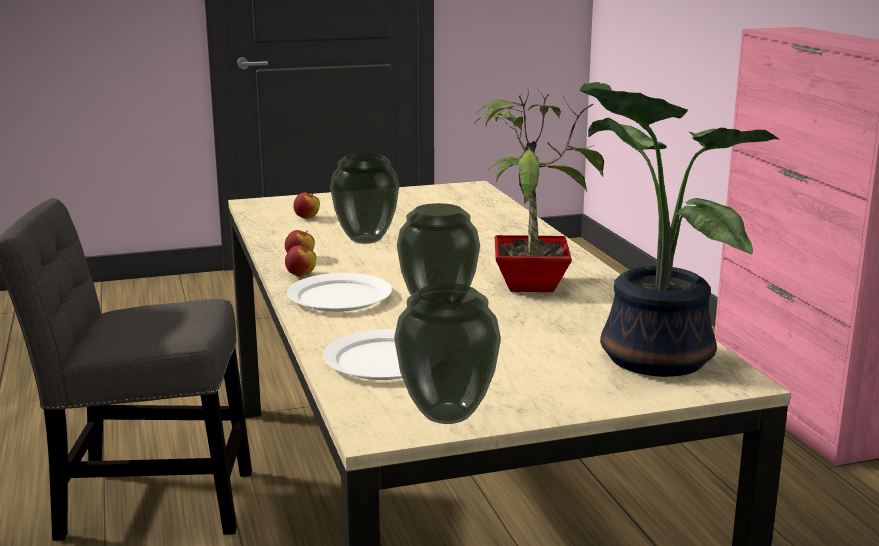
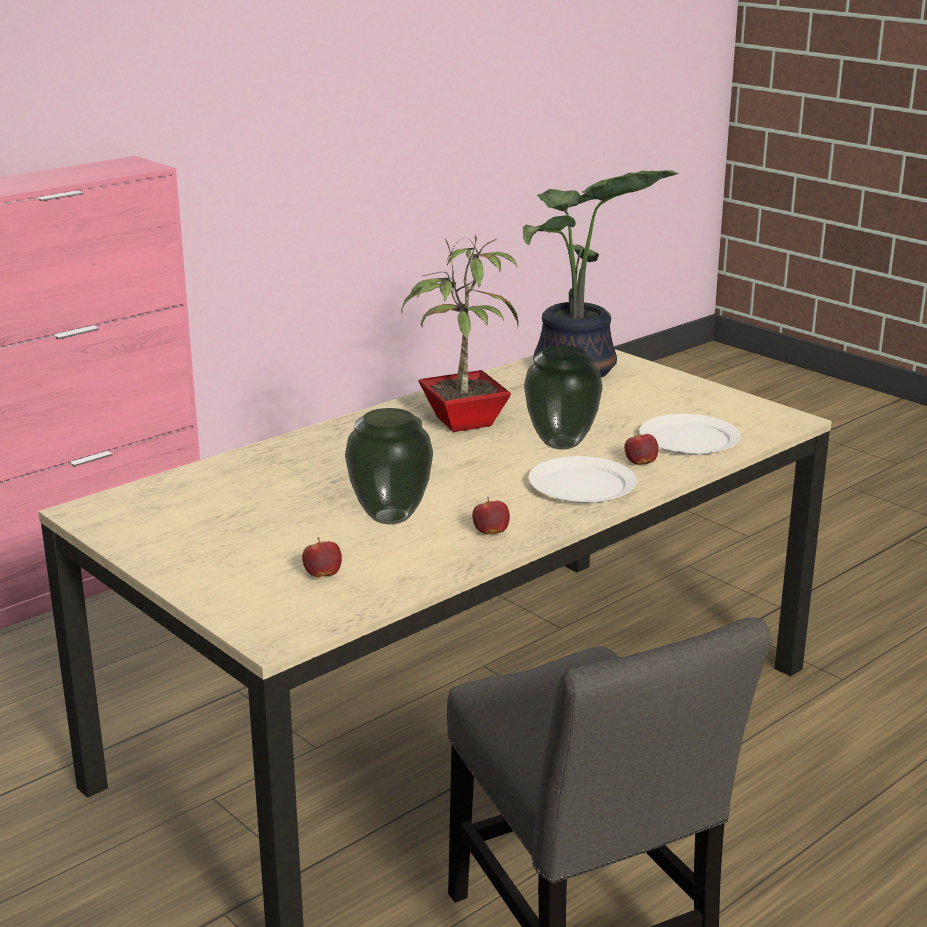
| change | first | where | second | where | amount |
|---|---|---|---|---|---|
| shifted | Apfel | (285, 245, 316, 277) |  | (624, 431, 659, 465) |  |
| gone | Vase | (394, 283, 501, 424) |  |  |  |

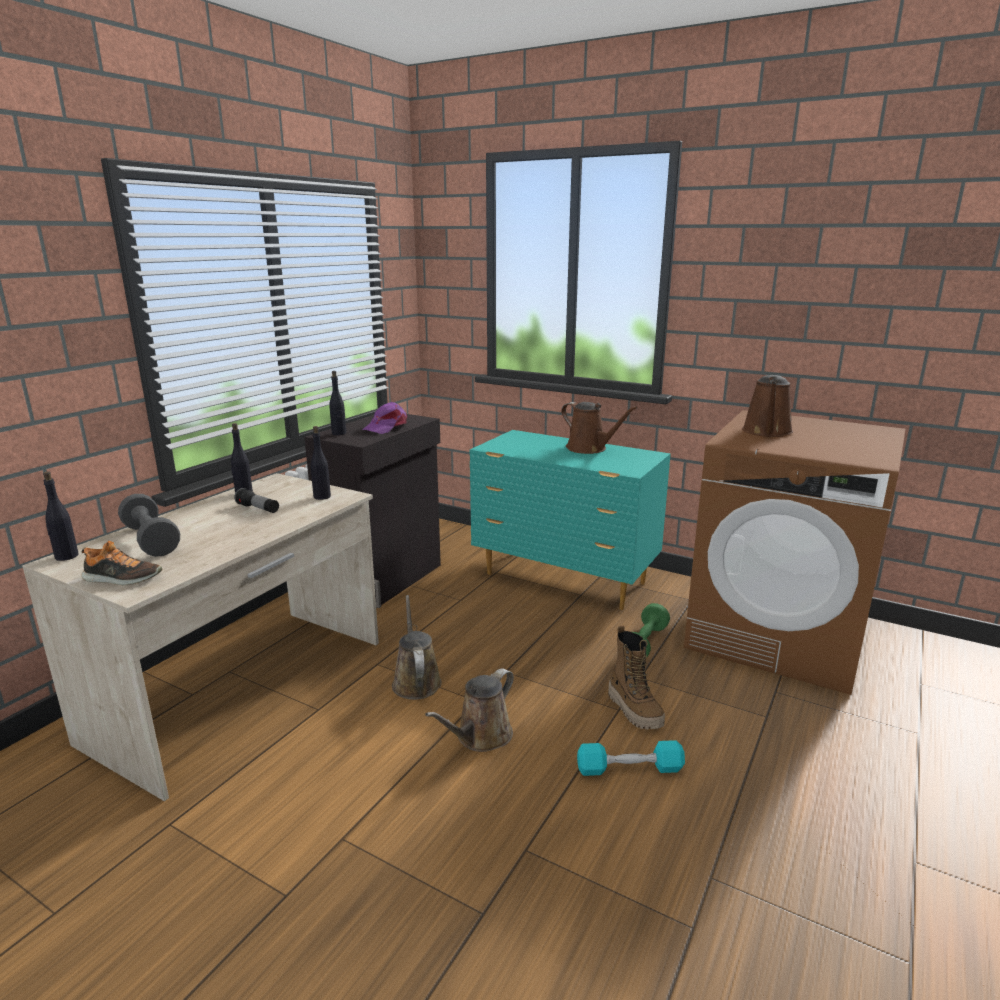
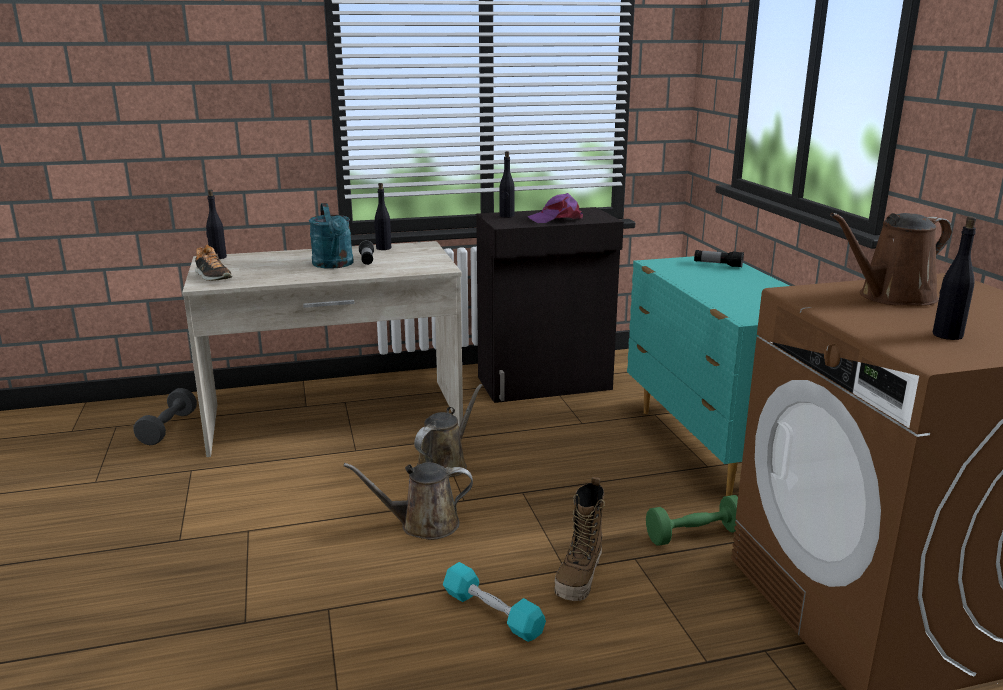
| change | first | where | second | where | amount |
|---|---|---|---|---|---|
| shifted | Hantel/grau | (118, 494, 180, 557) |  | (133, 388, 197, 445) |  |
| shifted | Flasche/schwarz | (310, 426, 331, 500) |  | (933, 217, 976, 340) |  |
| gone | Gießkanne/braun | (561, 402, 638, 454) |  |  |  |
| new |  |  | Gießkanne/türkis | (309, 203, 354, 269) |  |
| new |  |  | Taschenlampe | (694, 250, 744, 268) |  |

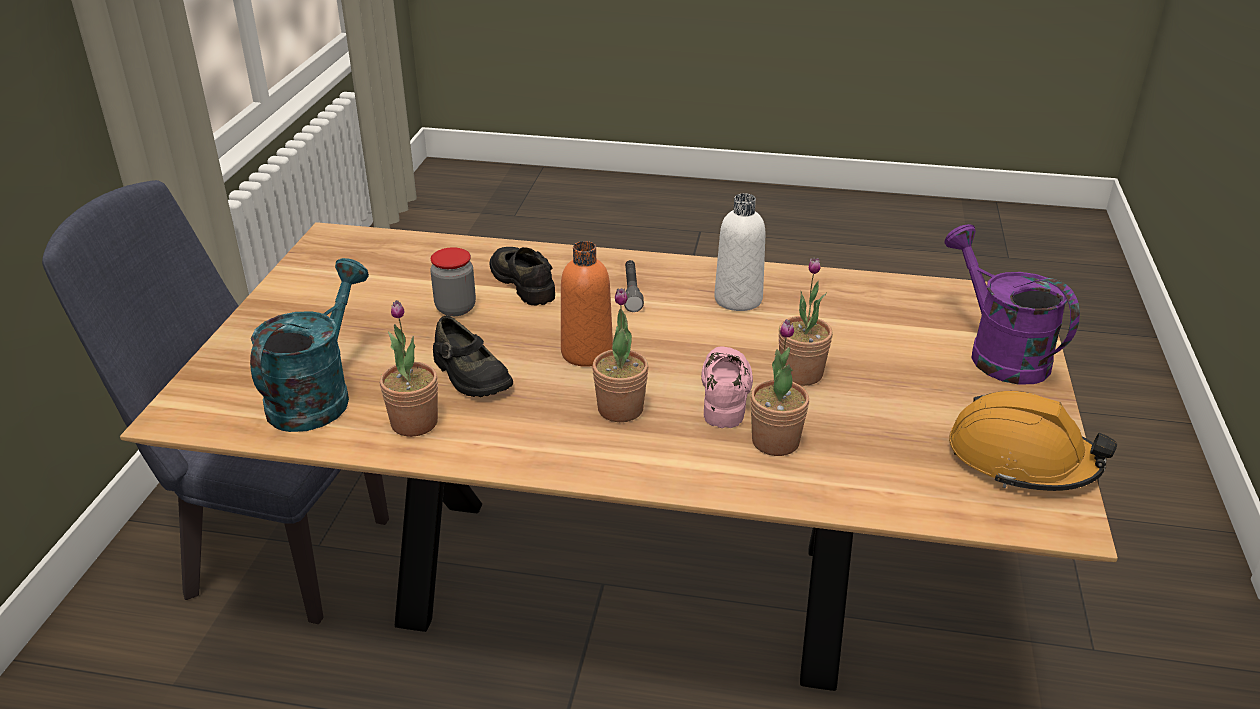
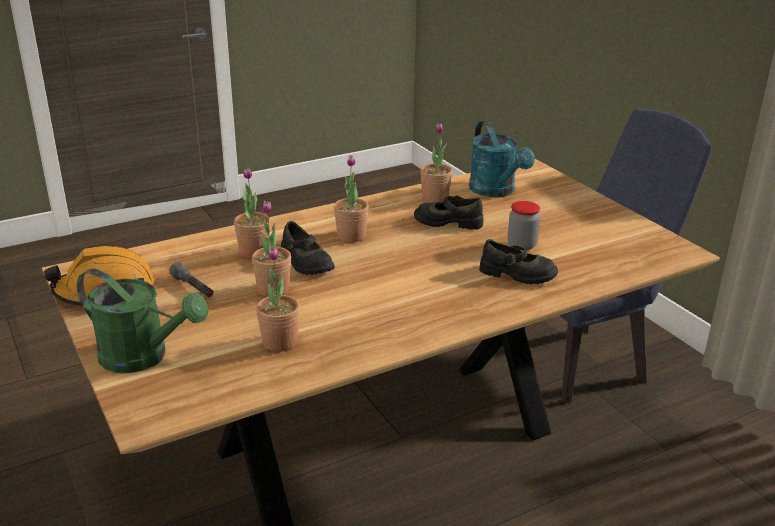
| change | first | where | second | where | amount |
|---|---|---|---|---|---|
| gone | Flasche/orange | (561, 241, 613, 367) |  |  |  |
| shifted | Taschenlampe/grau | (624, 260, 644, 312) |  | (169, 262, 214, 297) |  |
| repainted | Schuh/rosa | (701, 347, 753, 428) | Schuh/schwarz | (281, 221, 335, 275) |  |
| gone | Flasche/weiß | (714, 193, 766, 311) |  |  |  |
| repainted | Gießkanne/lila | (945, 224, 1080, 385) | Gießkanne/grün | (77, 269, 209, 373) |  |
| new |  |  | Topfpflanze | (256, 247, 300, 351) |  |

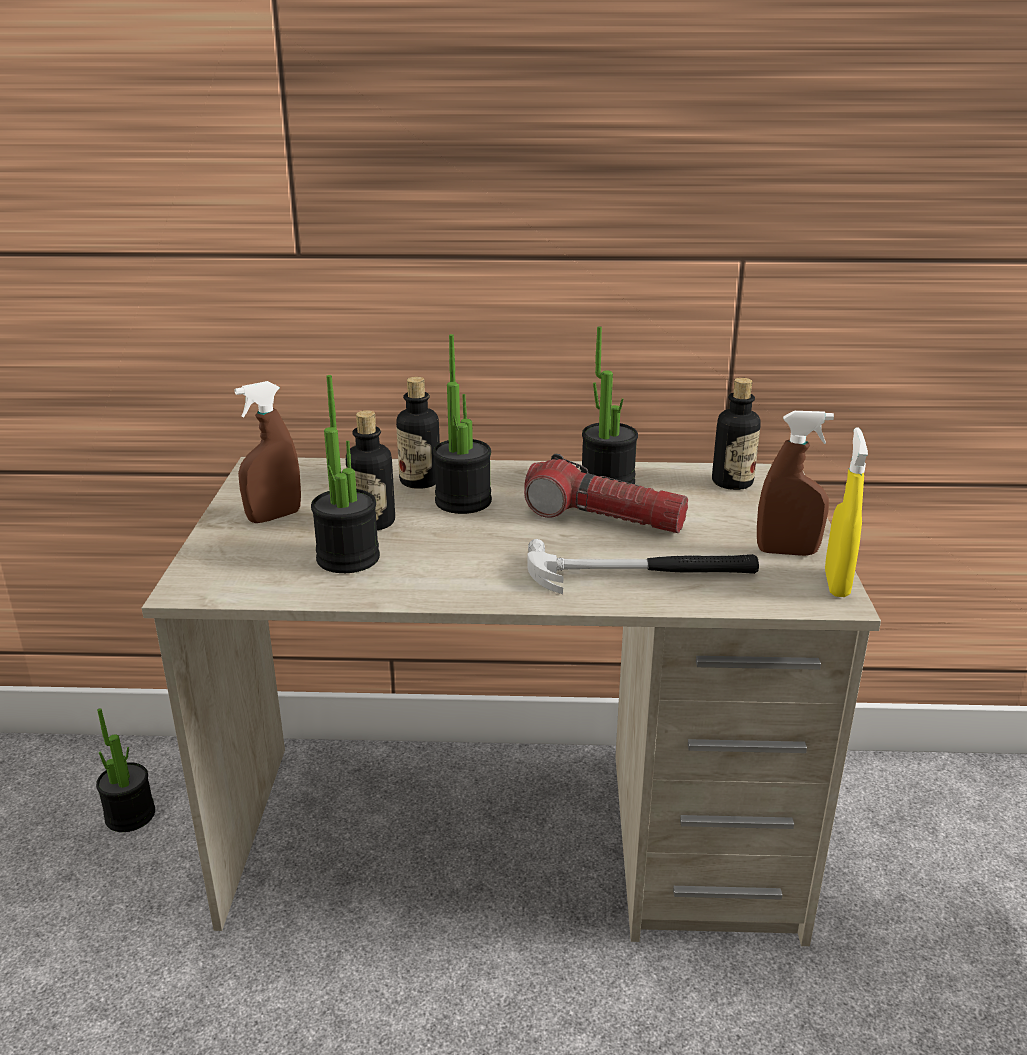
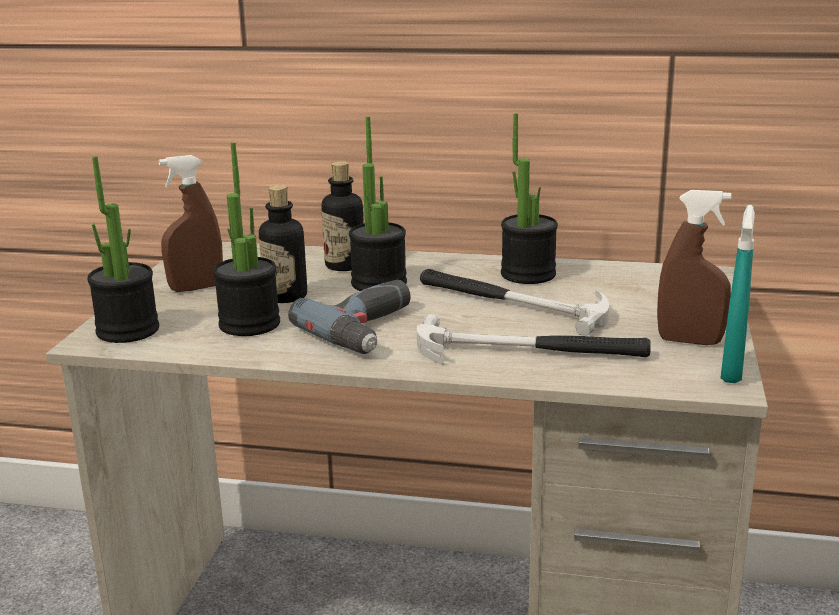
| change | first | where | second | where | amount |
|---|---|---|---|---|---|
| shifted | Topfpflanze | (96, 708, 155, 832) |  | (87, 156, 159, 343) |  |
| swapped | Taschenlampe | (524, 454, 688, 533) | Hammer | (420, 269, 609, 336) |  |
| gone | Flasche | (712, 378, 761, 490) |  |  |  |
| repainted | Sprühflasche/gelb | (825, 427, 868, 597) | Sprühflasche/türkis | (720, 205, 755, 383) |  |
| new |  |  | Bohrmaschine | (288, 280, 411, 354) |  |

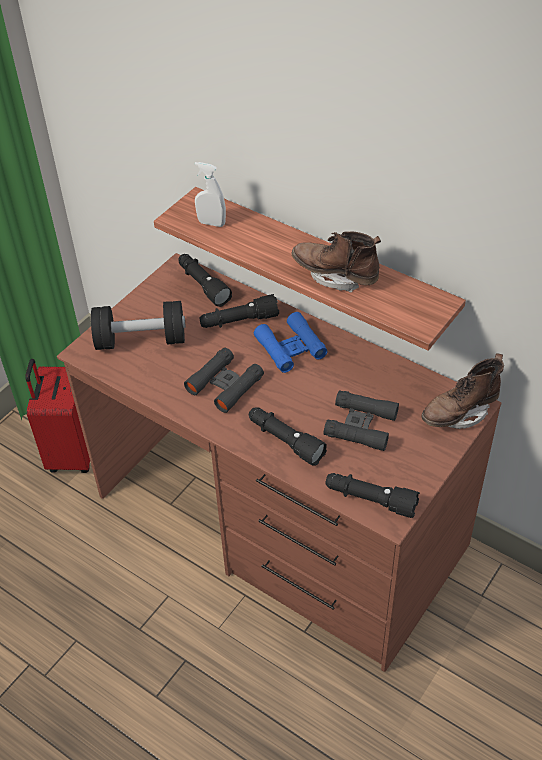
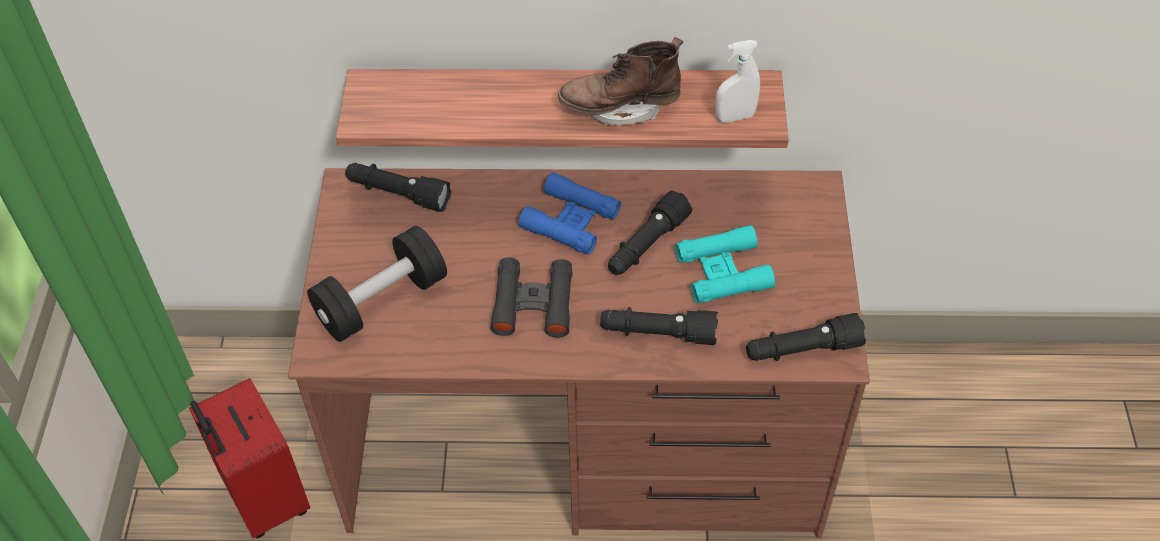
| change | first | where | second | where | amount |
|---|---|---|---|---|---|
| shifted | Sprühflasche/weiß | (195, 162, 226, 227) |  | (715, 40, 760, 123) |  |
| shifted | Taschenlampe/schwarz | (199, 294, 279, 328) |  | (608, 190, 692, 275) |  |
| repainted | Fernglas/schwarz | (324, 390, 399, 451) | Fernglas/türkis | (675, 225, 775, 303) |  |
| gone | Stiefel/braun | (422, 353, 504, 429) |  |  |  |

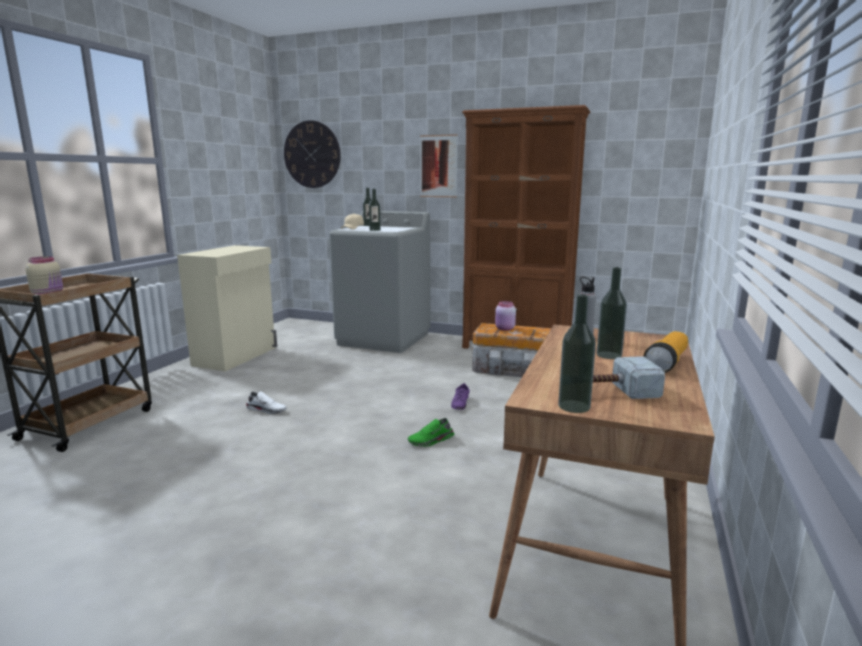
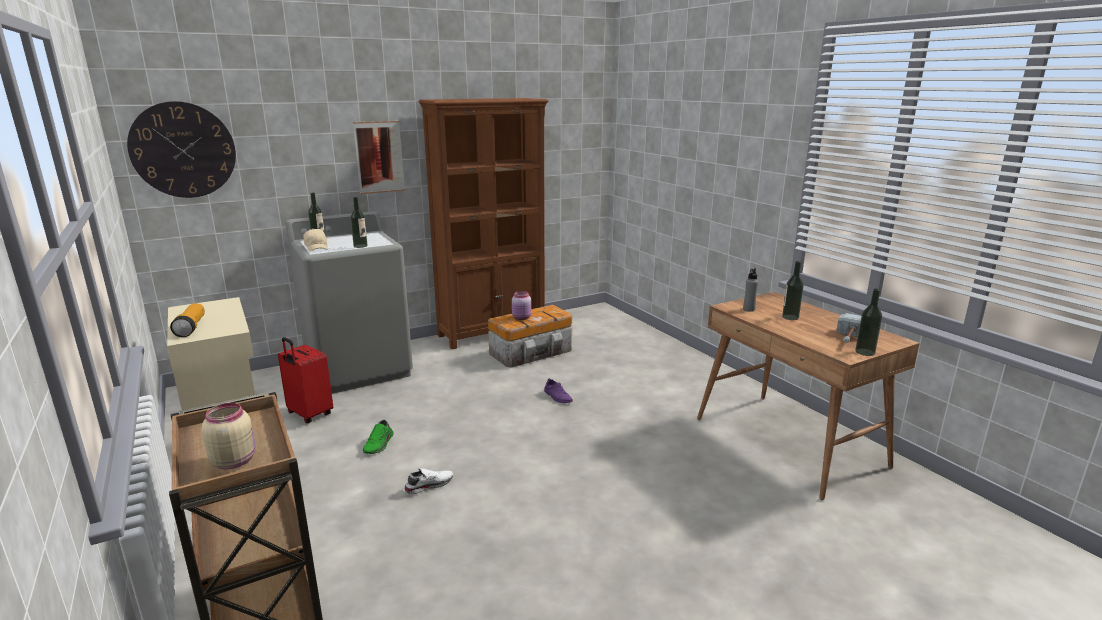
| change | first | where | second | where | amount |
|---|---|---|---|---|---|
| shifted | Schuh/grün | (408, 418, 455, 447) |  | (363, 420, 393, 454) |  |
| shifted | Taschenlampe | (644, 331, 688, 373) |  | (170, 303, 205, 337) |  |
| new |  |  | Koffer/rot | (278, 337, 333, 424) |  |

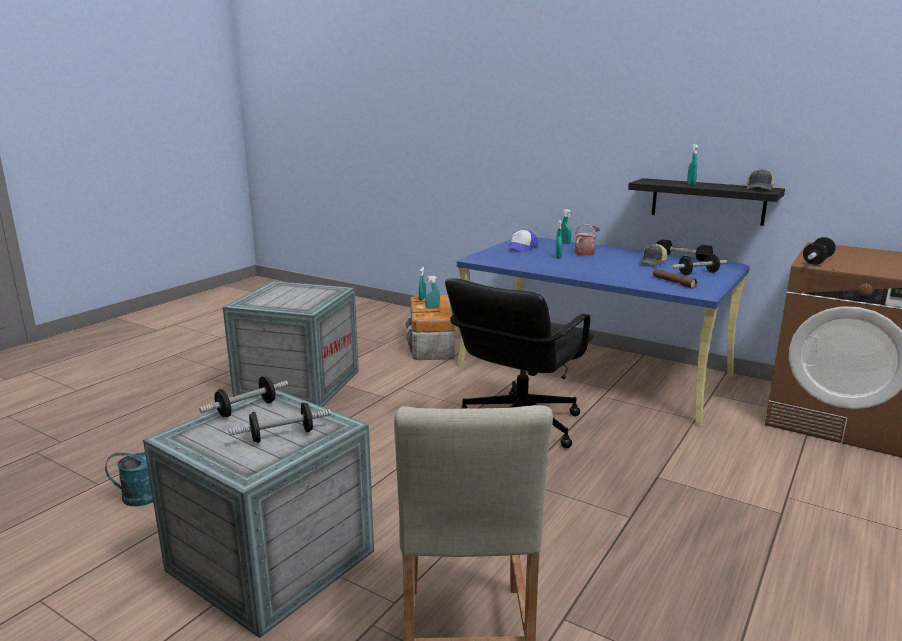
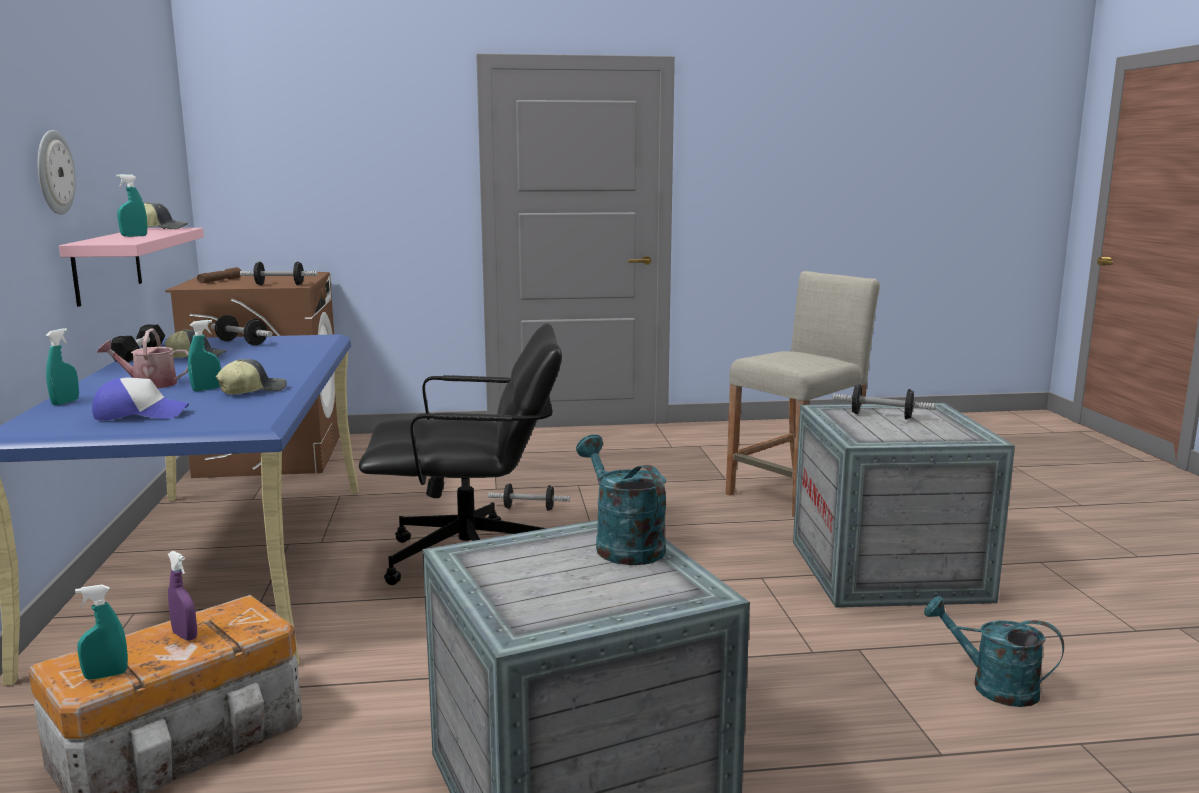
| change | first | where | second | where | amount |
|---|---|---|---|---|---|
| shifted | Hantel | (199, 376, 288, 417) |  | (488, 483, 570, 511) |  |
| repainted | Sprühflasche/türkis | (425, 276, 440, 308) | Sprühflasche/lila | (168, 551, 197, 641) |  |
| repainted | Wandregal/schwarz | (628, 178, 785, 226) | Wandregal/rosa | (59, 228, 204, 307) |  |
| shifted | Taschenlampe/braun | (653, 269, 698, 289) |  | (197, 267, 241, 283) |  |
| new |  |  | Wanduhr | (37, 130, 76, 215) |  |
| new |  |  | Kappe | (216, 359, 287, 395) |  |
| new |  |  | Gießkanne/türkis | (576, 434, 666, 565) |  |

